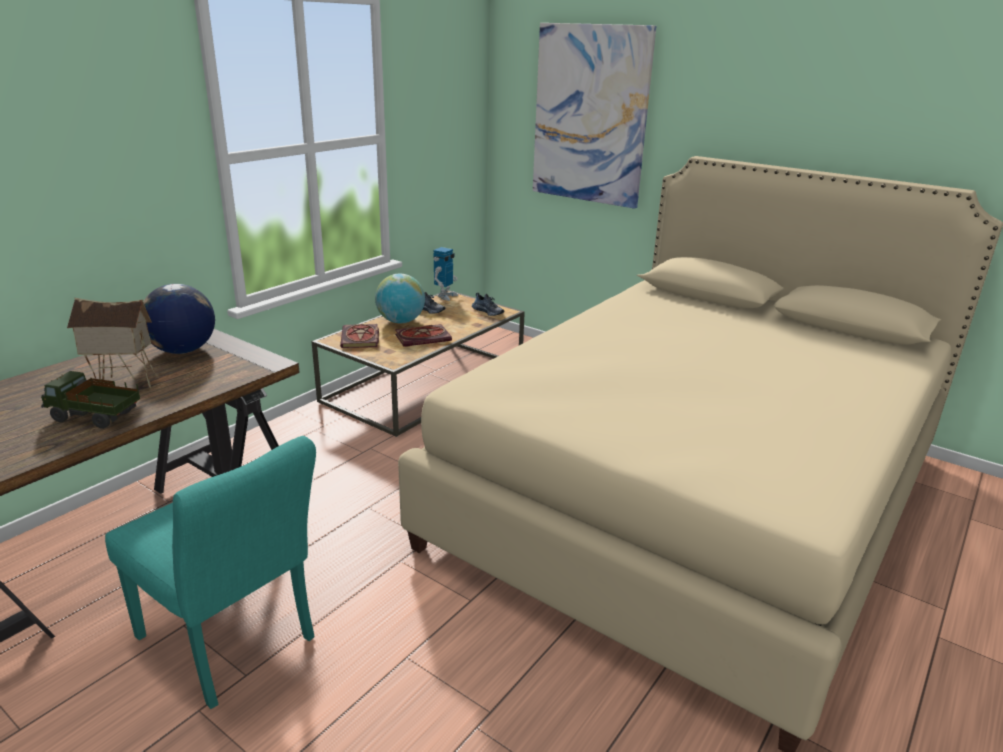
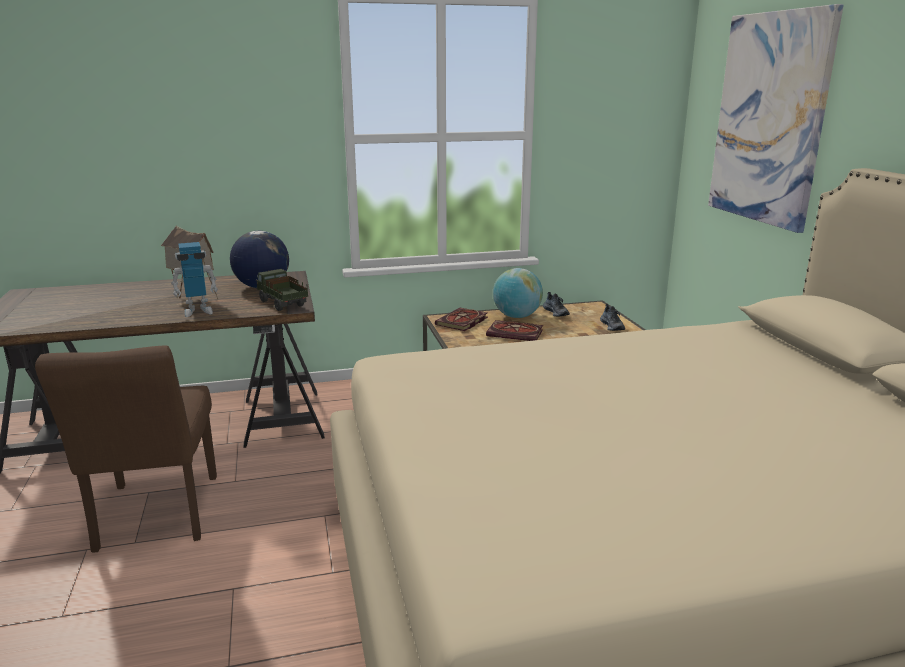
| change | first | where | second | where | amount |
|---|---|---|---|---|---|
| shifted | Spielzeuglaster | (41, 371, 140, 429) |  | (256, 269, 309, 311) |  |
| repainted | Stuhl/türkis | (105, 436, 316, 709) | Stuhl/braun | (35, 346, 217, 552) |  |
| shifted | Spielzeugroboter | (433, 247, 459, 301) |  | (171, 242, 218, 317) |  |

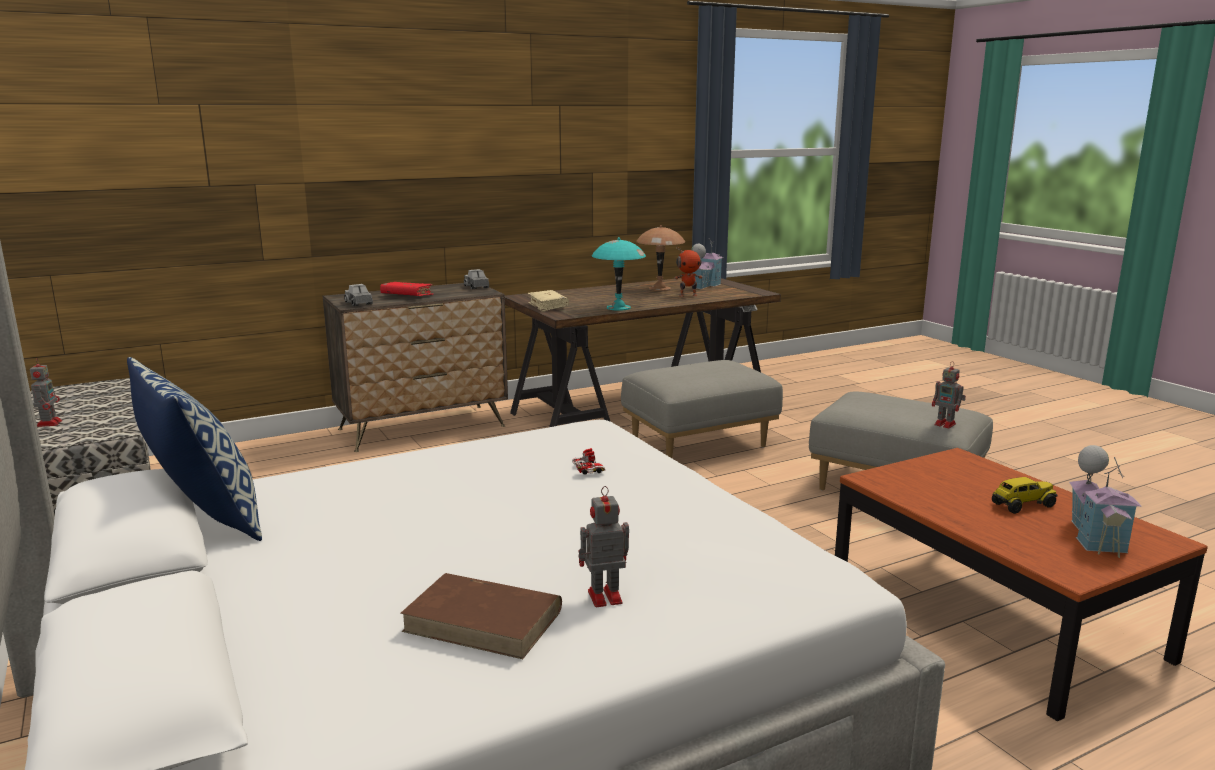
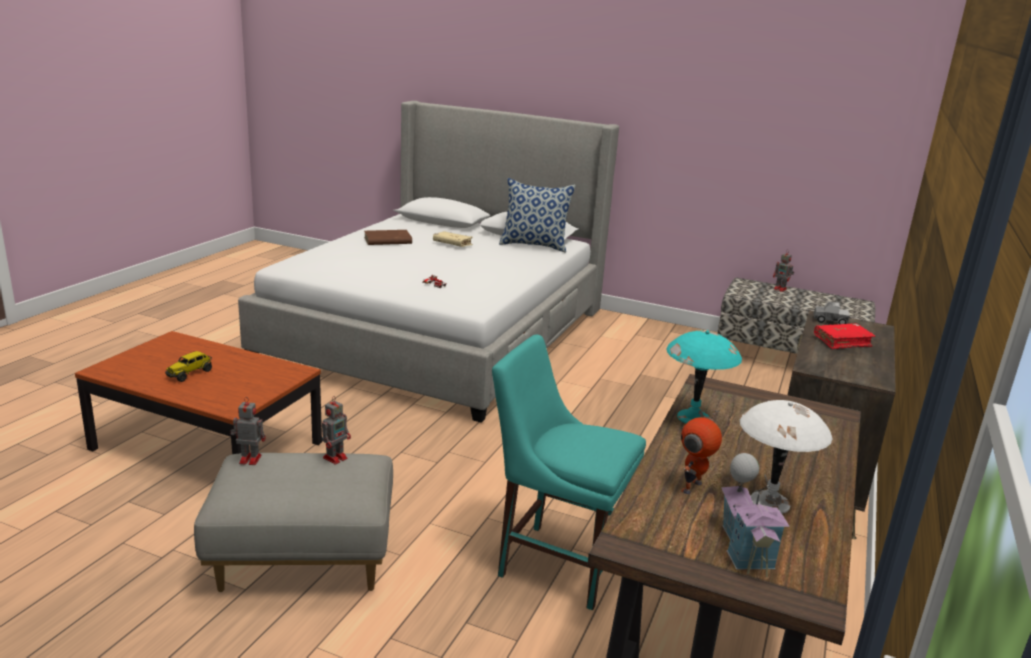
| change | first | where | second | where | amount |
|---|---|---|---|---|---|
| gone | Spielzeuglaster | (464, 269, 489, 289) |  |  |  |
| shifted | Buch/beige | (528, 290, 569, 312) |  | (433, 231, 473, 247) |  |
| shifted | Spielzeugroboter | (578, 486, 629, 607) |  | (322, 396, 351, 465) |  |
| swapped | Polsterhocker/grau | (621, 360, 783, 458) | Stuhl/türkis | (492, 335, 646, 610) |  |
| repainted | Tischlampe/braun | (636, 225, 685, 291) | Tischlampe/weiß | (740, 400, 833, 514) |  |
| gone | Spielzeughaus | (1069, 445, 1142, 558) |  |  |  |

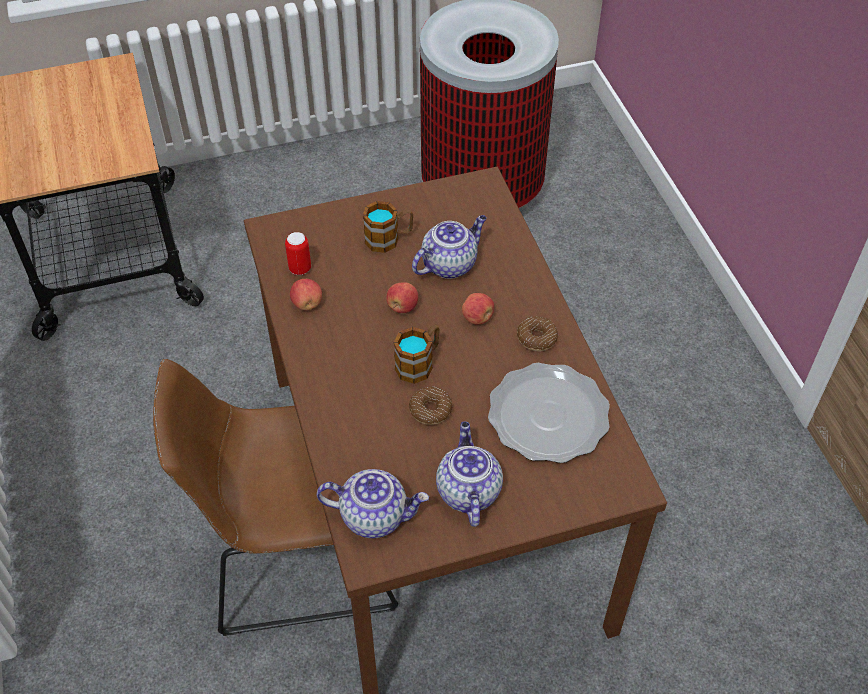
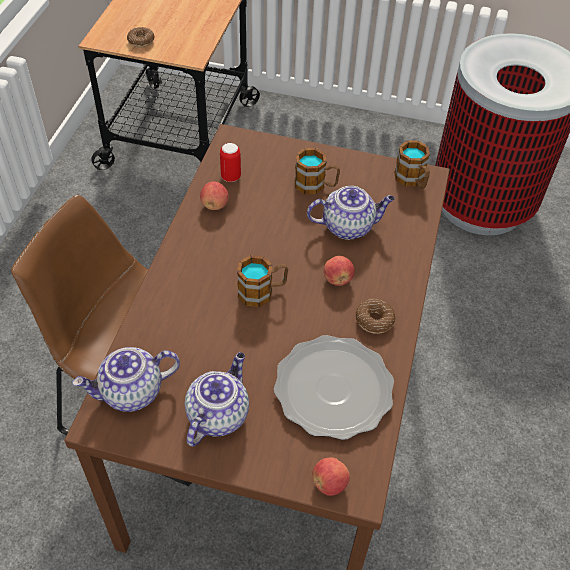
| change | first | where | second | where | amount |
|---|---|---|---|---|---|
| rotated | Teekanne | (317, 469, 429, 538) |  | (72, 347, 180, 412) | 120 degrees clockwise |
| shifted | Apfel | (386, 282, 418, 313) |  | (312, 458, 350, 496) |  |
| shifted | Donut | (409, 387, 453, 425) |  | (127, 27, 155, 48) |  |
| new |  |  | Henkelbecher | (394, 141, 430, 189) |  |

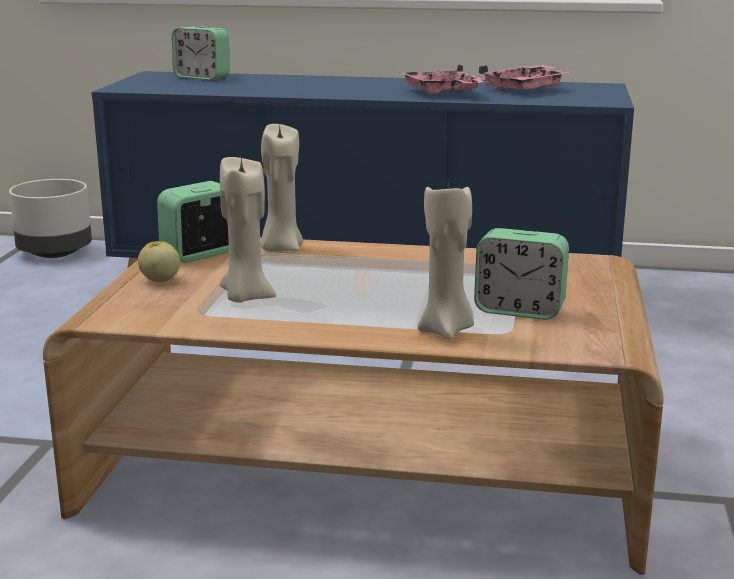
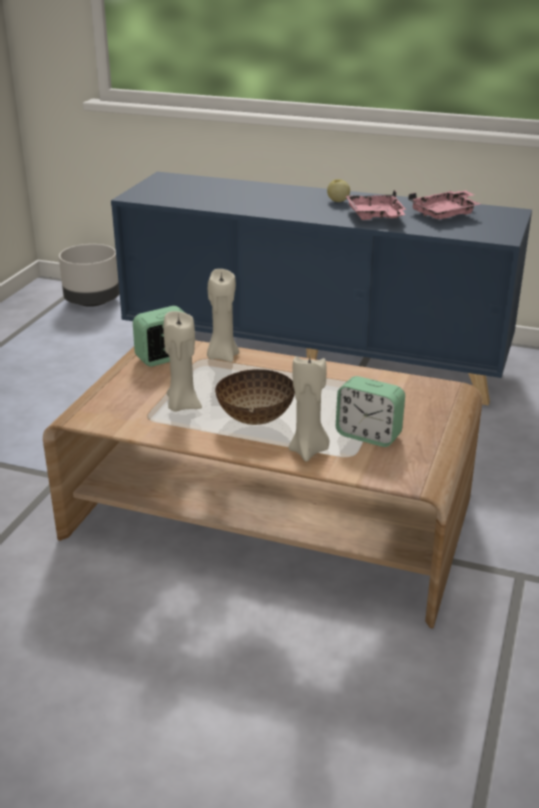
| change | first | where | second | where | amount |
|---|---|---|---|---|---|
| shifted | Apfel | (138, 241, 180, 282) |  | (327, 179, 350, 202) |  |
| gone | Wecker | (172, 26, 230, 80) |  |  |  |
| new |  |  | Schüssel | (215, 369, 295, 425) |  |

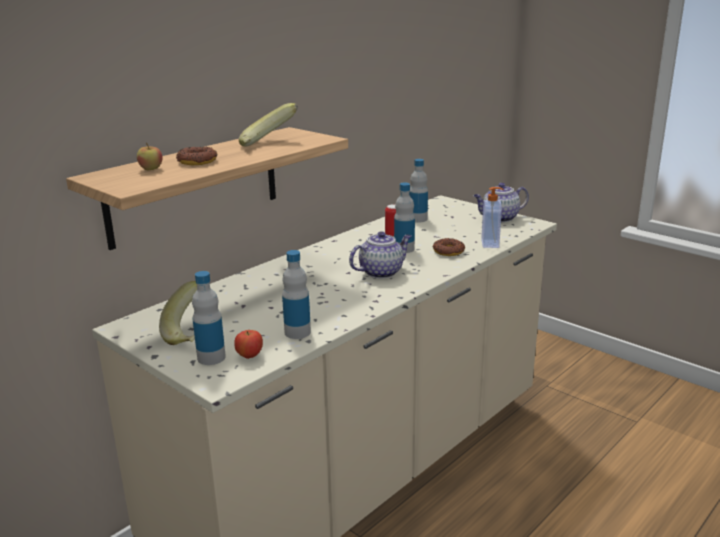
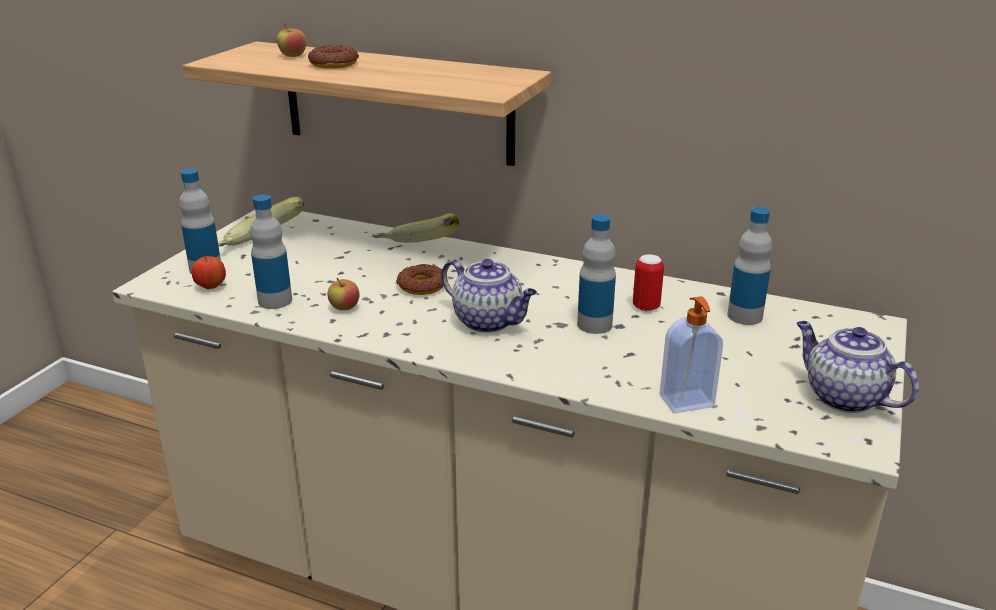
| change | first | where | second | where | amount |
|---|---|---|---|---|---|
| shifted | Banane | (239, 103, 298, 147) |  | (372, 213, 459, 243) |  |
| shifted | Donut | (432, 238, 465, 256) |  | (396, 264, 444, 295) |  |
| new |  |  | Apfel | (328, 278, 359, 311) |  |

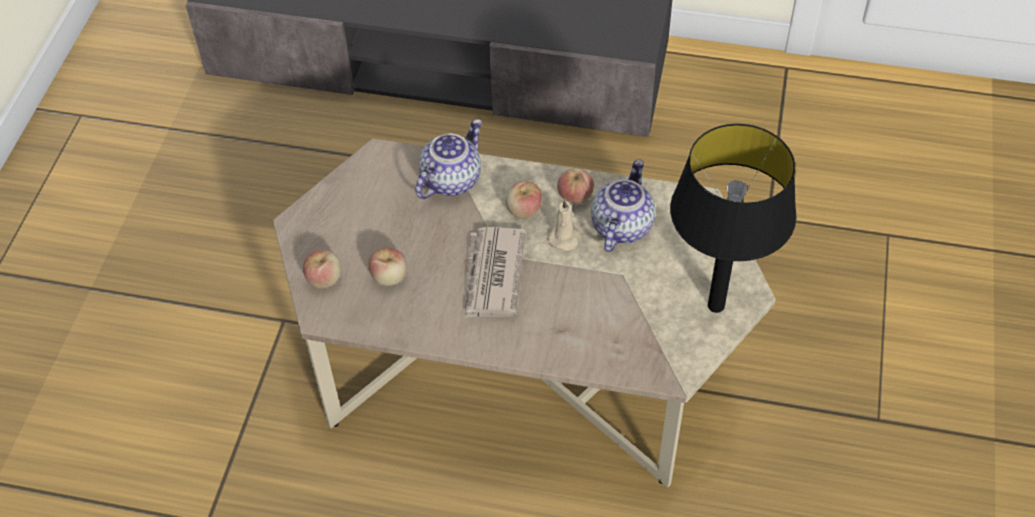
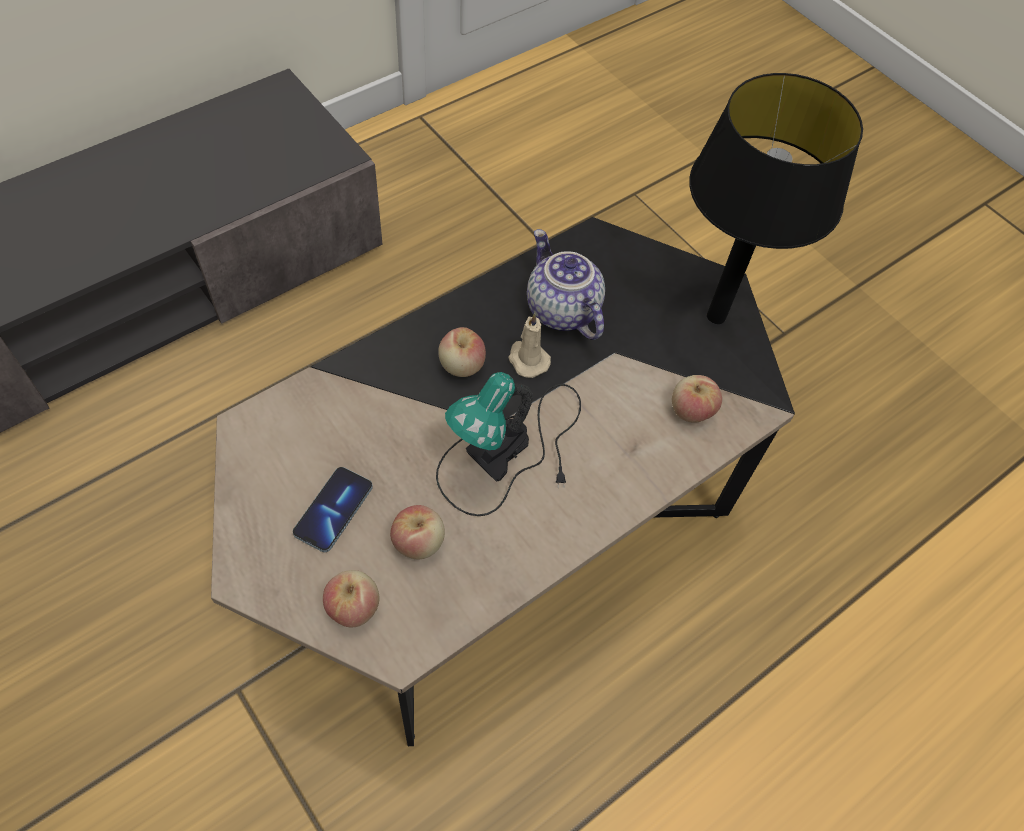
| change | first | where | second | where | amount |
|---|---|---|---|---|---|
| repainted | Couchtisch/beige | (273, 138, 776, 487) | Couchtisch/schwarz | (211, 217, 795, 746) |  |
| gone | Teekanne | (415, 119, 482, 199) |  |  |  |
| swapped | Zeitung | (464, 227, 526, 318) | Tischlampe | (436, 372, 581, 516) |  |
| shifted | Apfel | (557, 168, 594, 204) |  | (672, 375, 722, 422) |  |
| new |  |  | Handy | (293, 467, 373, 552) |  |

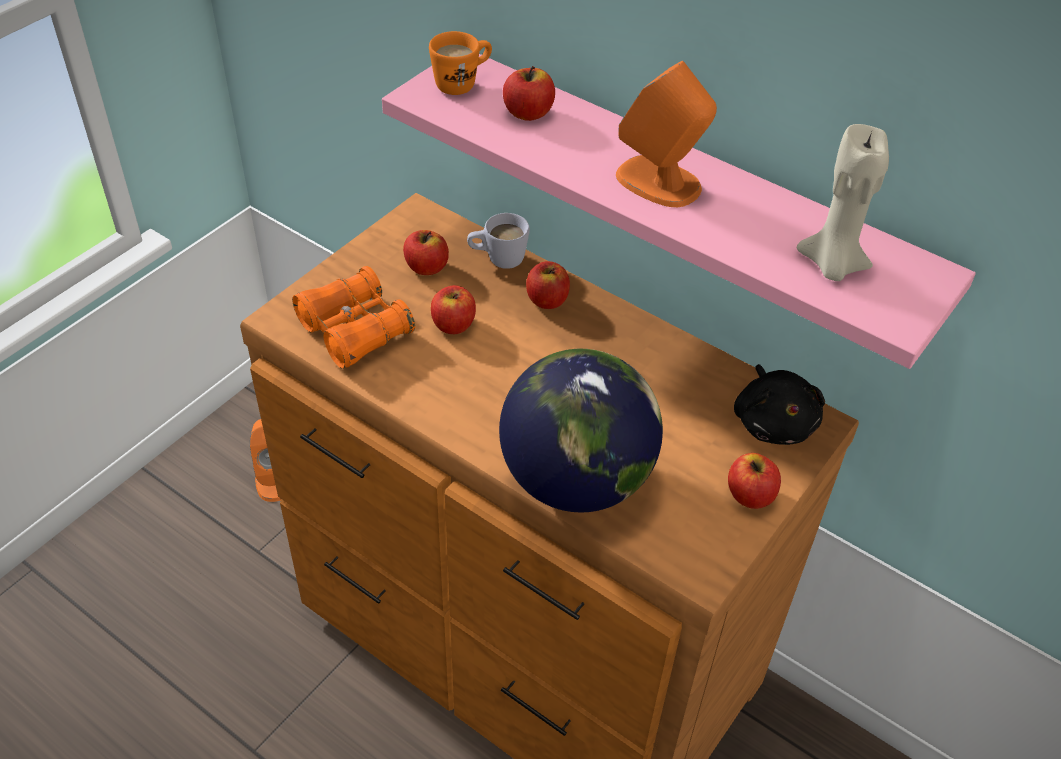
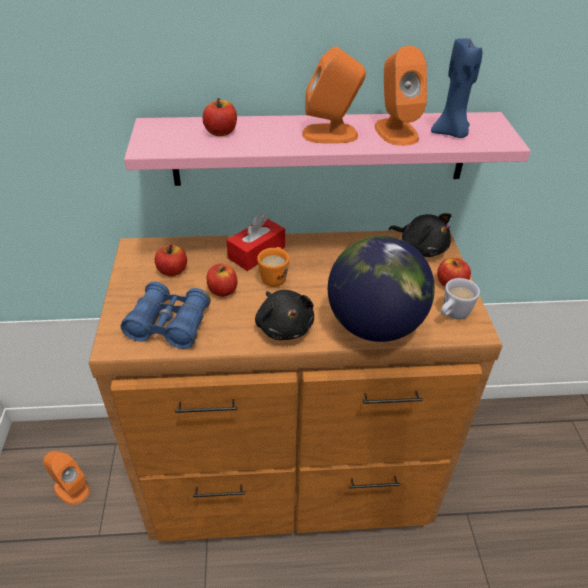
| change | first | where | second | where | amount |
|---|---|---|---|---|---|
| repainted | Fernglas/orange | (292, 266, 415, 369) | Fernglas/blau | (121, 282, 211, 349) |  |
| shifted | Henkelbecher/orange | (429, 31, 492, 95) |  | (257, 247, 289, 287) |  |
| shifted | Henkelbecher/weiß | (467, 213, 530, 269) |  | (441, 278, 480, 320) |  |
| swapped | Apfel | (526, 261, 570, 309) | Taschentuchbox/rot | (226, 214, 285, 271) |  |
| repainted | Kerze/beige | (797, 124, 889, 281) | Kerze/blau | (431, 38, 482, 138) |  |
| new |  |  | Plüschtier/schwarz | (255, 290, 314, 340) |  |
| new |  |  | Lautsprecher/orange | (375, 46, 427, 146) |  |

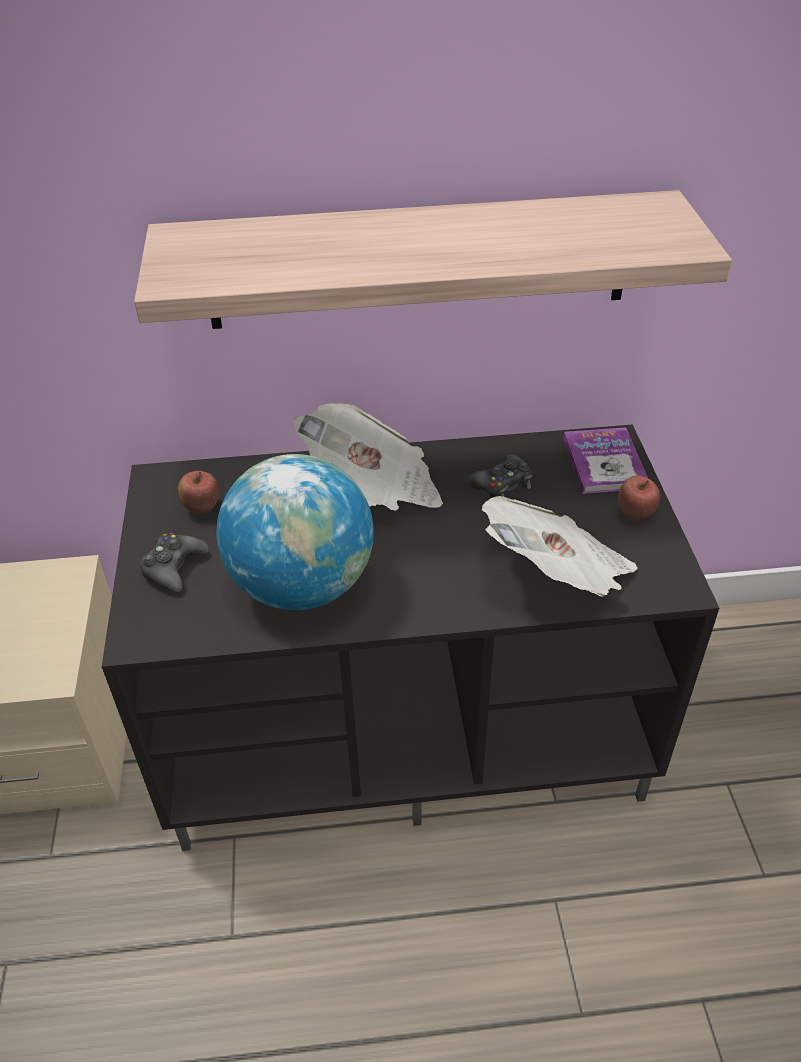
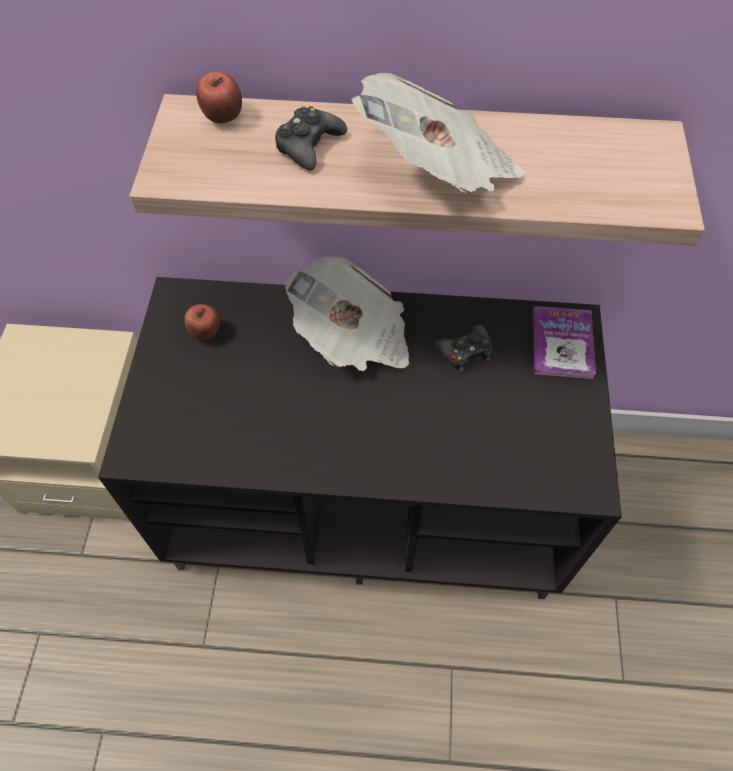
| change | first | where | second | where | amount |
|---|---|---|---|---|---|
| shifted | Gamepad/schwarz | (140, 533, 209, 593) |  | (275, 106, 347, 170) |  |
| gone | Globus | (216, 454, 374, 610) |  |  |  |
| shifted | Zeitung | (482, 496, 638, 597) |  | (351, 73, 525, 193) |  |
| shifted | Apfel | (618, 476, 660, 520) |  | (196, 71, 242, 124) |  |

